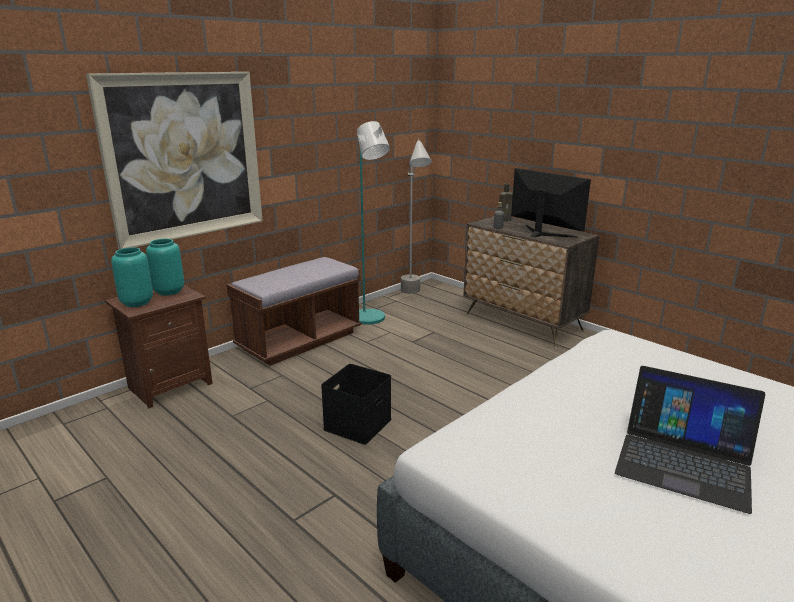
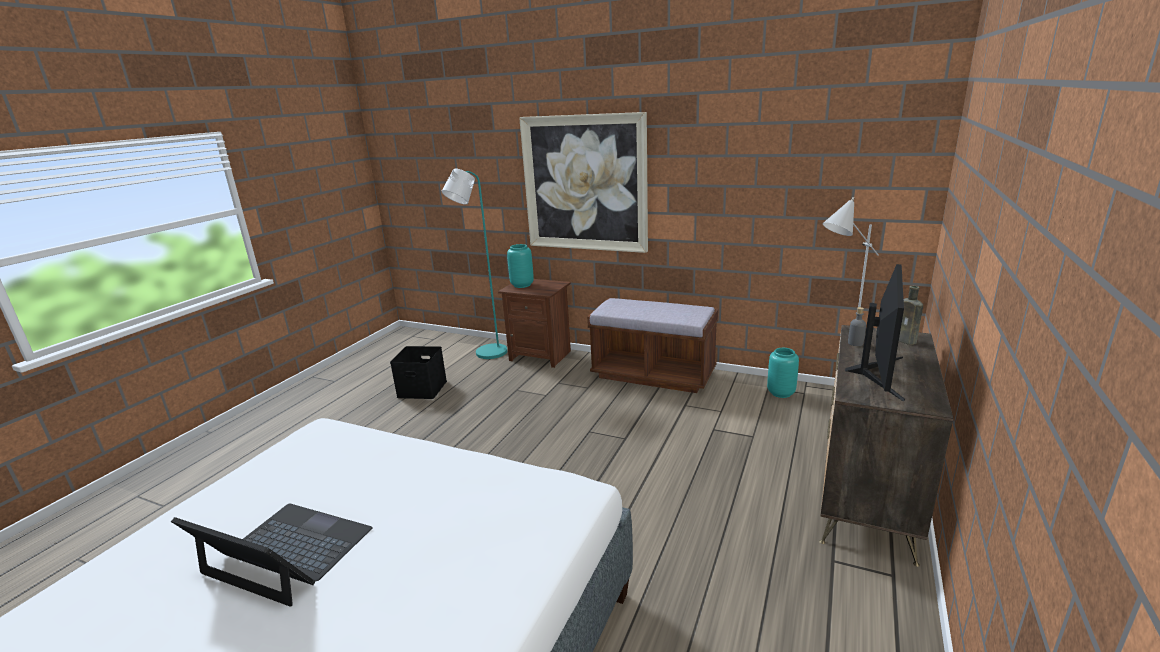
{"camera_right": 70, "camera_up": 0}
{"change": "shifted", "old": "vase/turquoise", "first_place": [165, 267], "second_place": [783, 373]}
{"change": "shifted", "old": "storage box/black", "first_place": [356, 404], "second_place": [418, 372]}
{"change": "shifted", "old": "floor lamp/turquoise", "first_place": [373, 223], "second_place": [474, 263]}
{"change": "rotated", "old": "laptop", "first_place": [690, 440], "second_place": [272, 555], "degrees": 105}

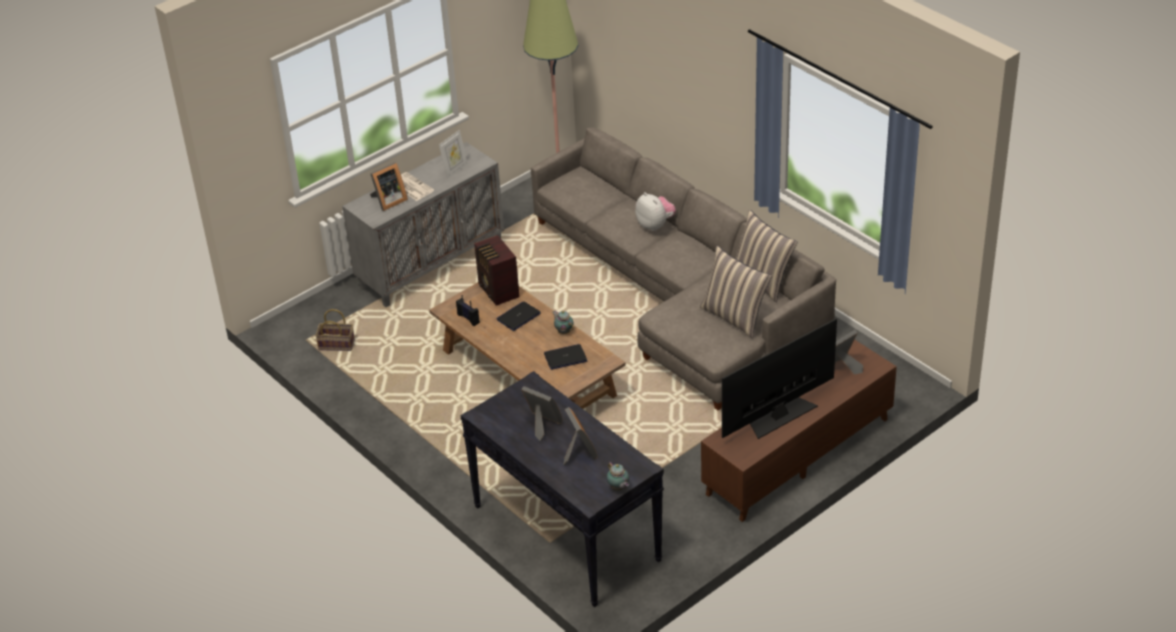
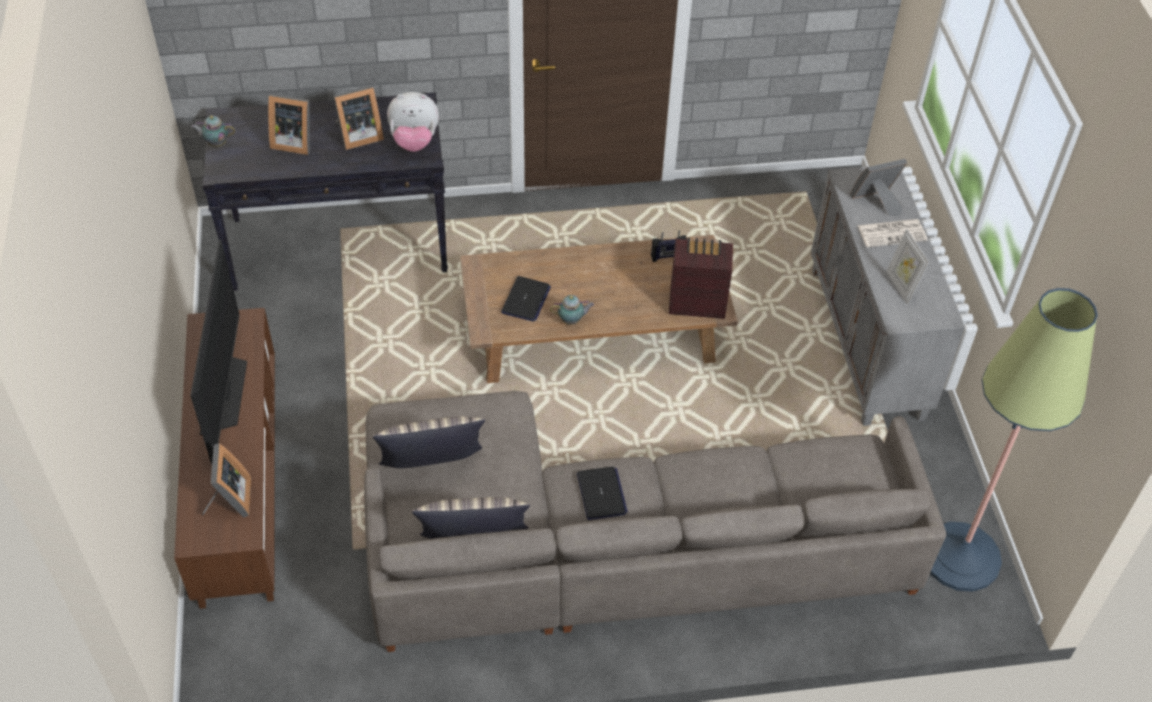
{"camera_right": 120, "camera_up": 10}
{"change": "gone", "old": "basket", "first_place": [335, 330]}
{"change": "shifted", "old": "laptop", "first_place": [518, 316], "second_place": [602, 493]}
{"change": "shifted", "old": "plush toy", "first_place": [655, 211], "second_place": [413, 122]}
{"change": "rotated", "old": "picture frame", "first_place": [389, 186], "second_place": [878, 187], "degrees": 75}

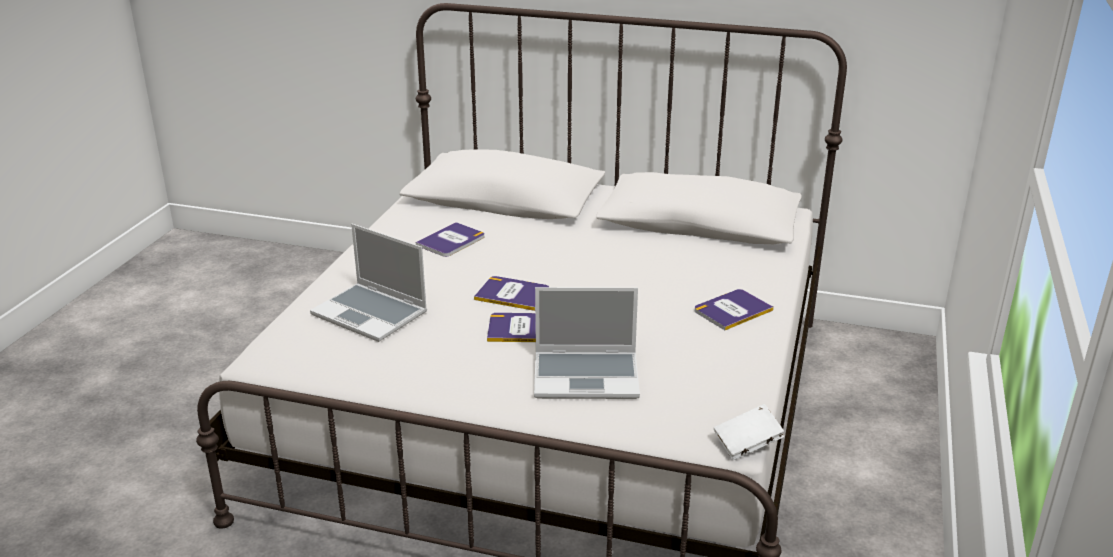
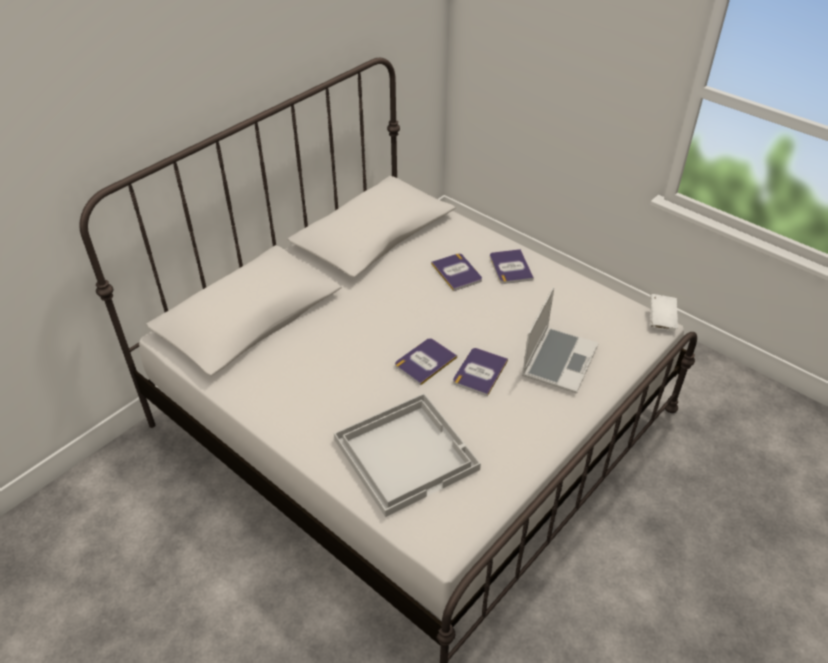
{"camera_right": -65, "camera_up": 15}
{"change": "shifted", "old": "book", "first_place": [450, 239], "second_place": [456, 272]}
{"change": "swapped", "old": "laptop", "new": "tray/white", "first_place": [368, 283], "second_place": [407, 455]}

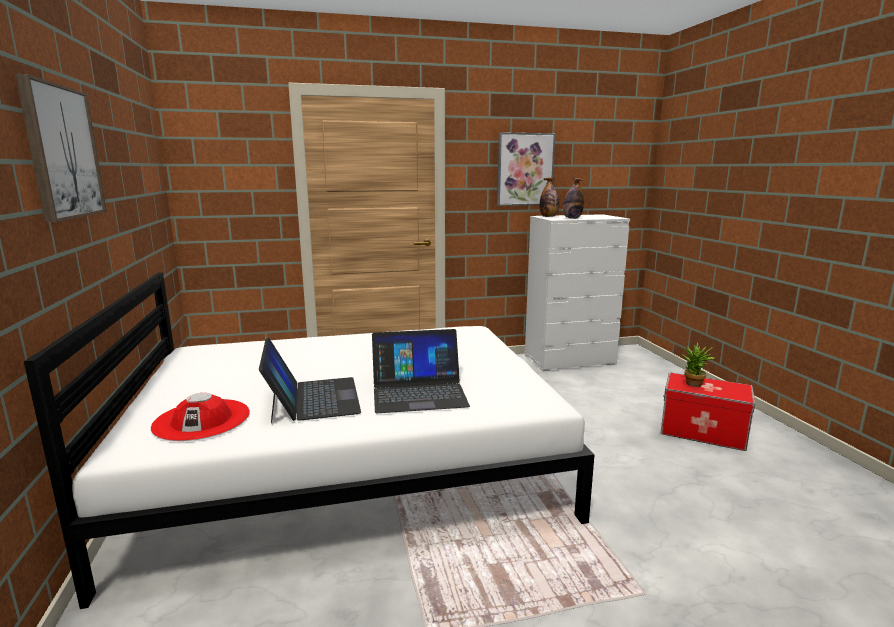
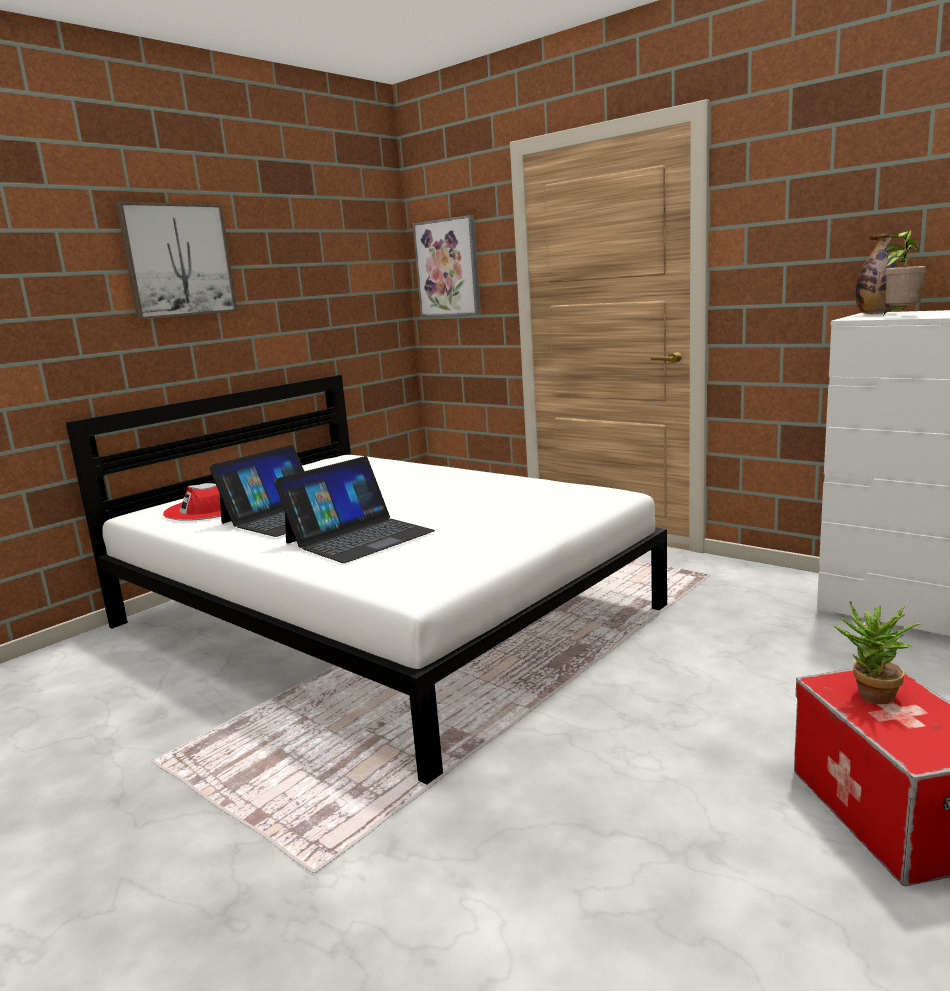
{"camera_right": 55, "camera_up": 0}
{"change": "shifted", "old": "picture", "first_place": [526, 169], "second_place": [446, 266]}
{"change": "swapped", "old": "bottle", "new": "potted plant", "first_place": [573, 198], "second_place": [905, 272]}
{"change": "rotated", "old": "laptop", "first_place": [421, 371], "second_place": [354, 509], "degrees": -90}

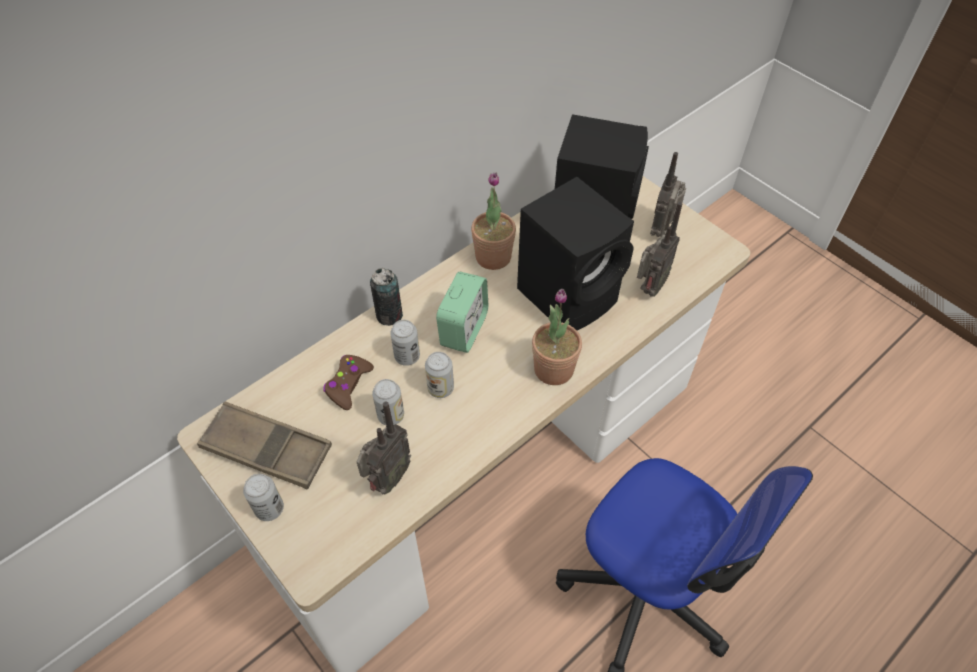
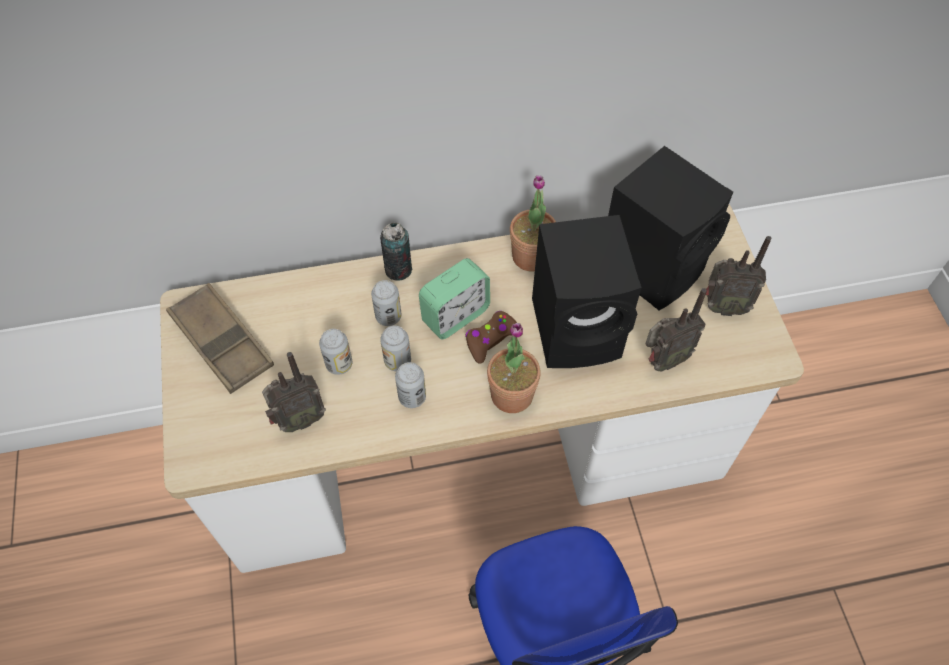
{"camera_right": 30, "camera_up": 5}
{"change": "shifted", "old": "can", "first_place": [263, 497], "second_place": [410, 385]}
{"change": "shifted", "old": "game controller/brown", "first_place": [348, 382], "second_place": [491, 337]}
{"change": "rotated", "old": "radio", "first_place": [668, 194], "second_place": [738, 276], "degrees": -135}

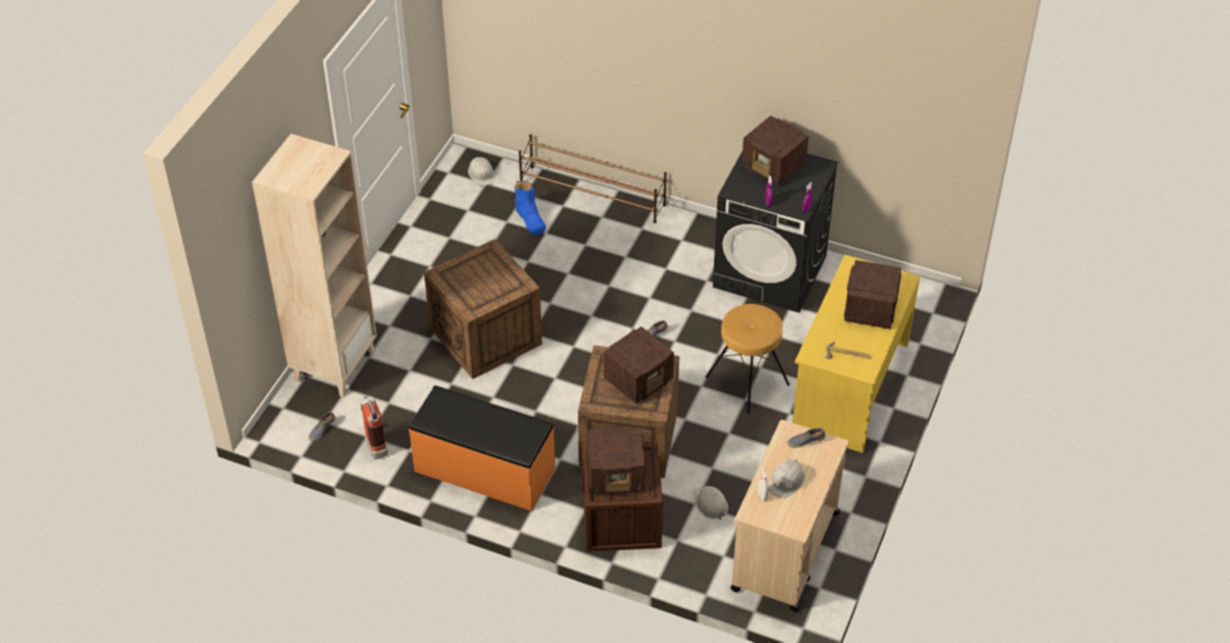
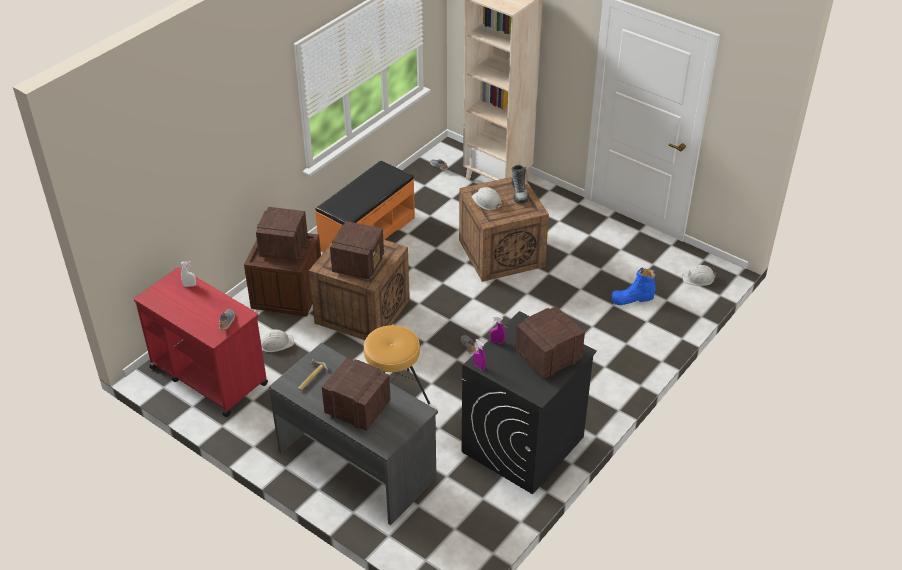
{"camera_right": 105, "camera_up": -5}
{"change": "gone", "old": "fire extinguisher", "first_place": [374, 427]}
{"change": "gone", "old": "shoe rack/brown", "first_place": [593, 178]}
{"change": "new", "new": "boot", "second_place": [520, 184]}
{"change": "shifted", "old": "hard hat/white", "first_place": [786, 478], "second_place": [487, 198]}
{"change": "repainted", "old": "cart/beige", "new": "cart/red", "first_place": [790, 516], "second_place": [201, 342]}
{"change": "repainted", "old": "desk/yellow", "new": "desk/grey", "first_place": [856, 354], "second_place": [353, 434]}
{"change": "rotated", "old": "radio", "first_place": [639, 365], "second_place": [357, 250], "degrees": -135}

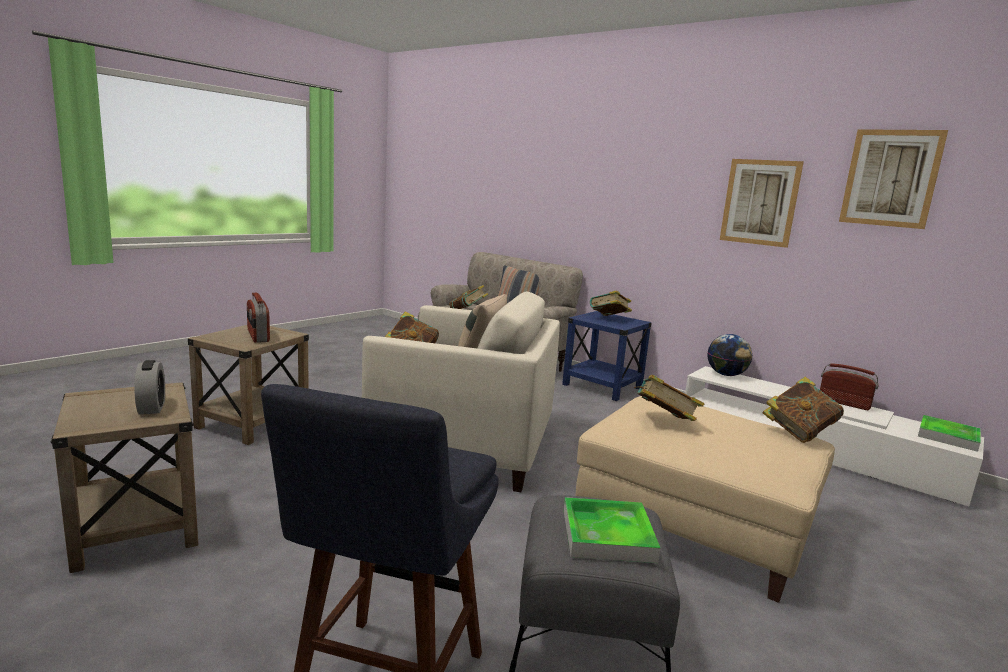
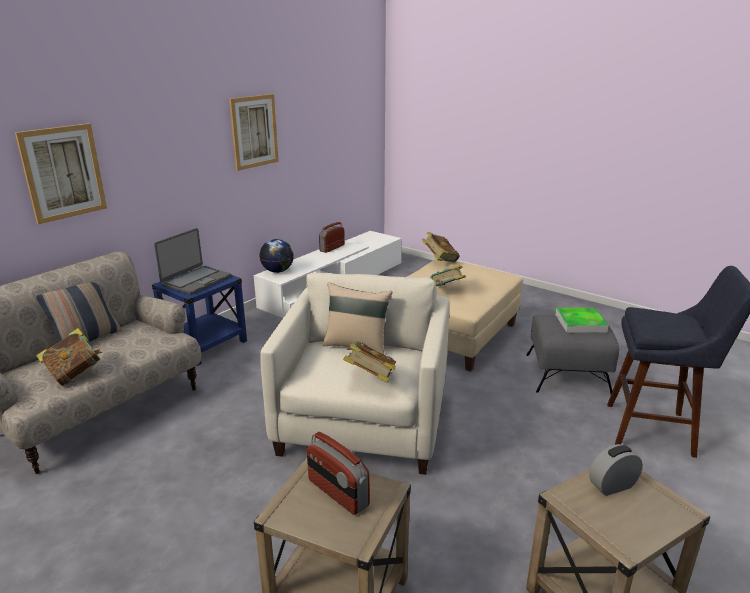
{"camera_right": -90, "camera_up": 10}
{"change": "gone", "old": "tray", "first_place": [949, 433]}
{"change": "shifted", "old": "picture", "first_place": [893, 179], "second_place": [61, 173]}
{"change": "swapped", "old": "book", "new": "laptop", "first_place": [611, 303], "second_place": [192, 261]}
{"change": "rotated", "old": "radio", "first_place": [258, 318], "second_place": [338, 473], "degrees": 75}

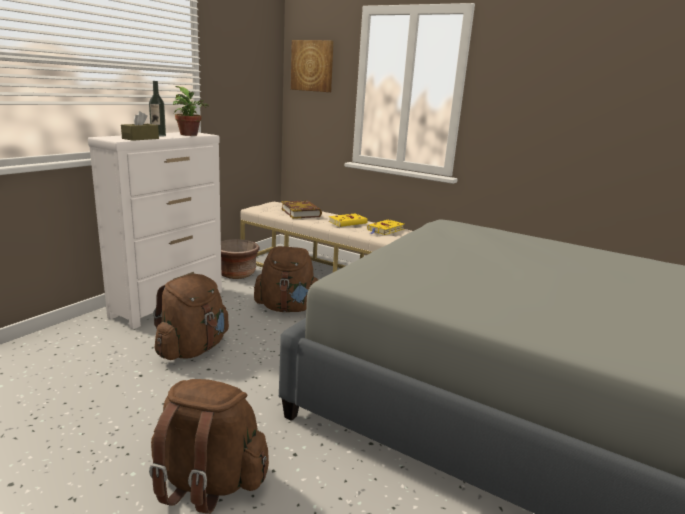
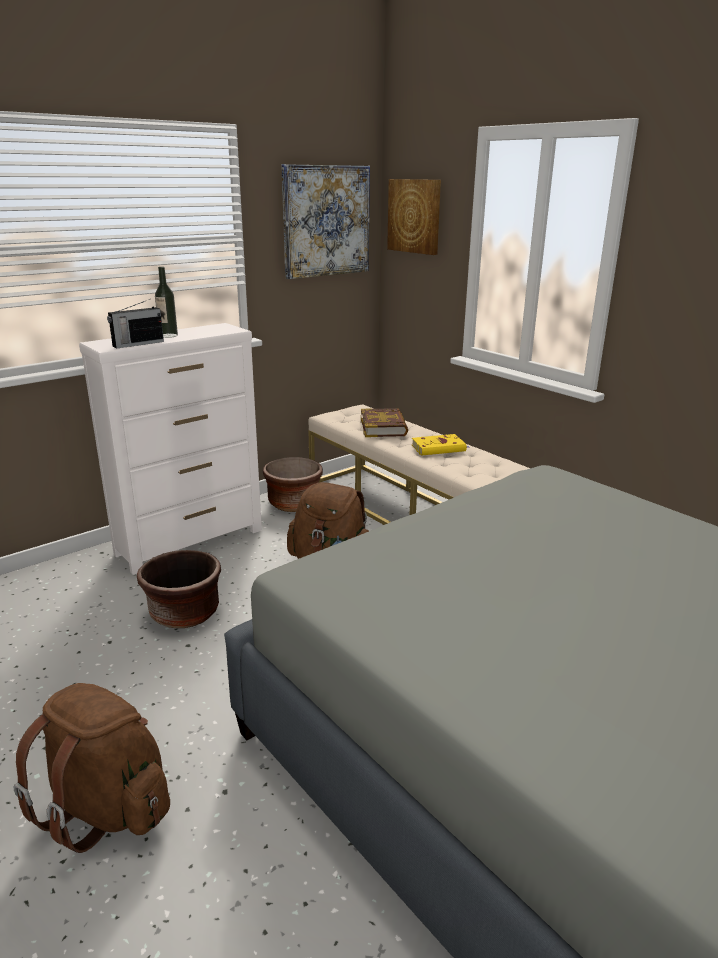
{"camera_right": 20, "camera_up": 5}
{"change": "gone", "old": "potted plant", "first_place": [191, 111]}
{"change": "gone", "old": "book/yellow", "first_place": [385, 227]}
{"change": "new", "new": "picture", "second_place": [325, 221]}
{"change": "swapped", "old": "tissue box/brown", "new": "radio", "first_place": [140, 126], "second_place": [135, 324]}
{"change": "swapped", "old": "backpack/brown", "new": "planter/brown", "first_place": [191, 317], "second_place": [179, 589]}

